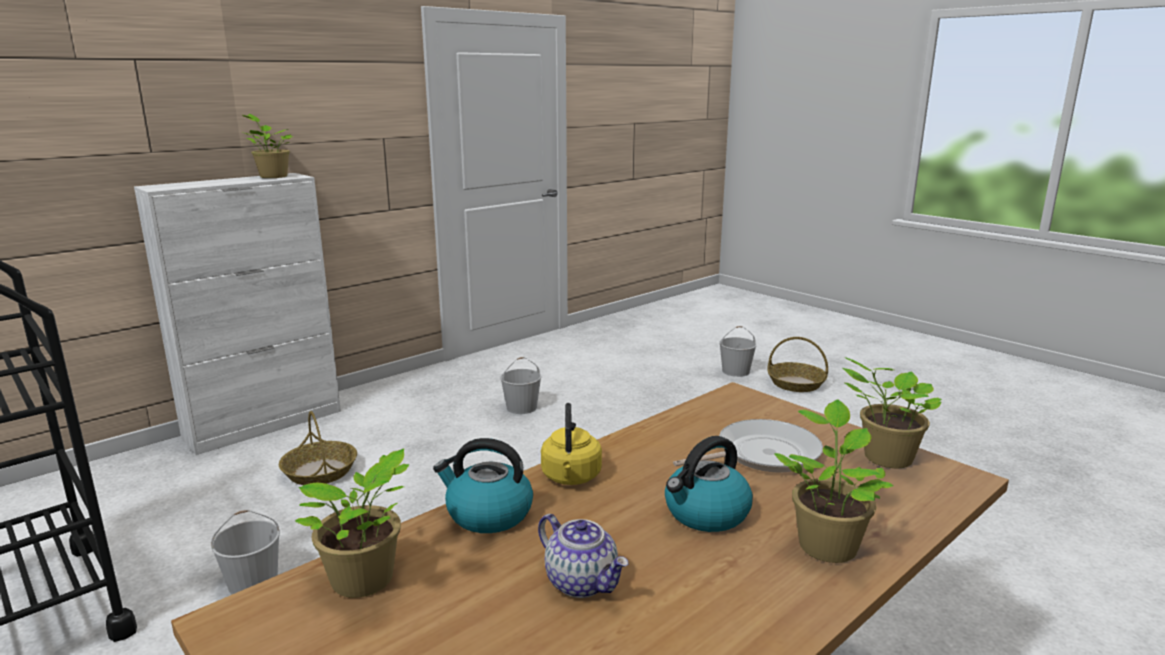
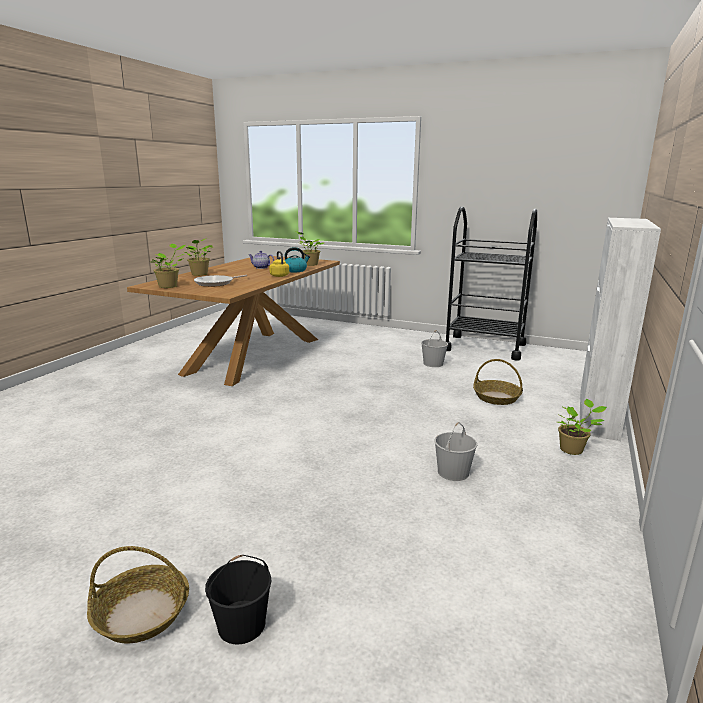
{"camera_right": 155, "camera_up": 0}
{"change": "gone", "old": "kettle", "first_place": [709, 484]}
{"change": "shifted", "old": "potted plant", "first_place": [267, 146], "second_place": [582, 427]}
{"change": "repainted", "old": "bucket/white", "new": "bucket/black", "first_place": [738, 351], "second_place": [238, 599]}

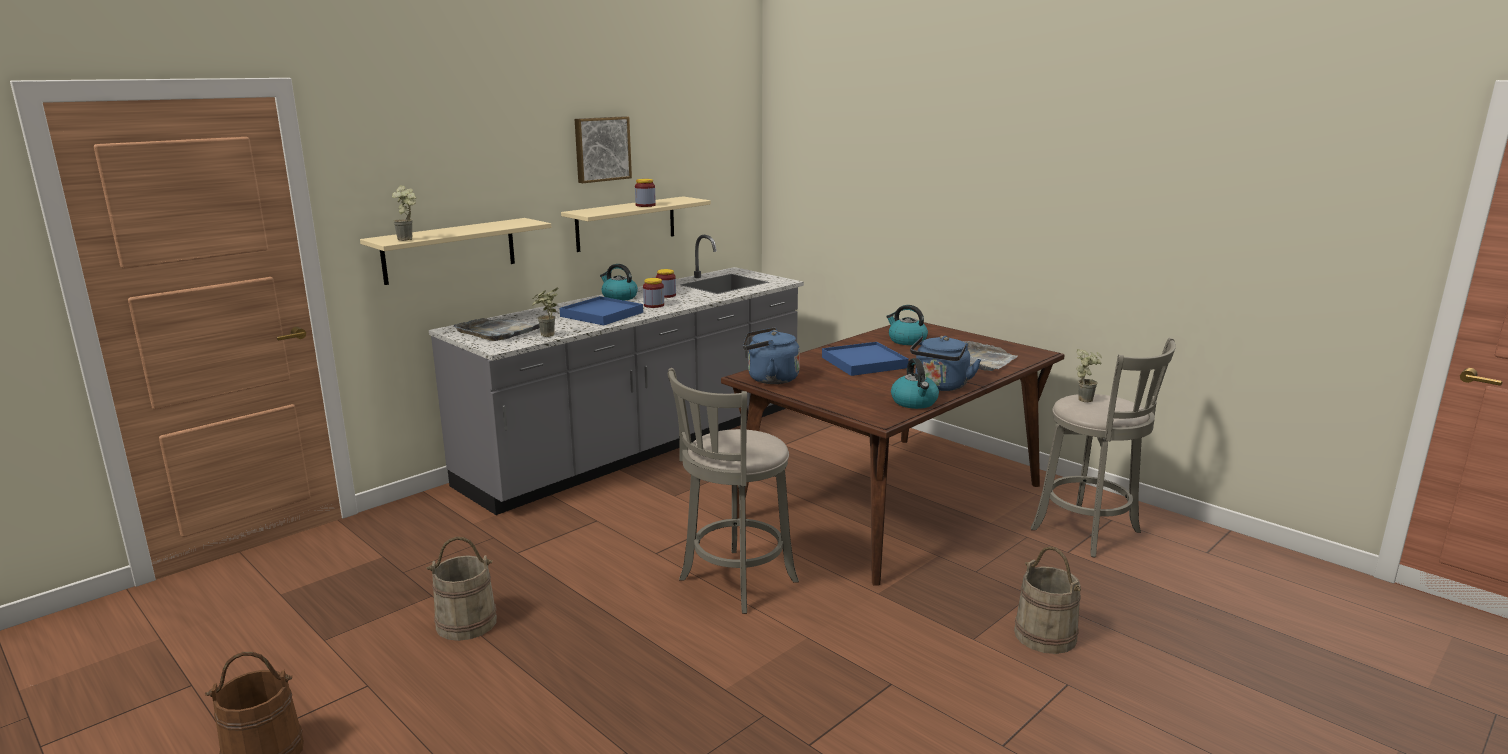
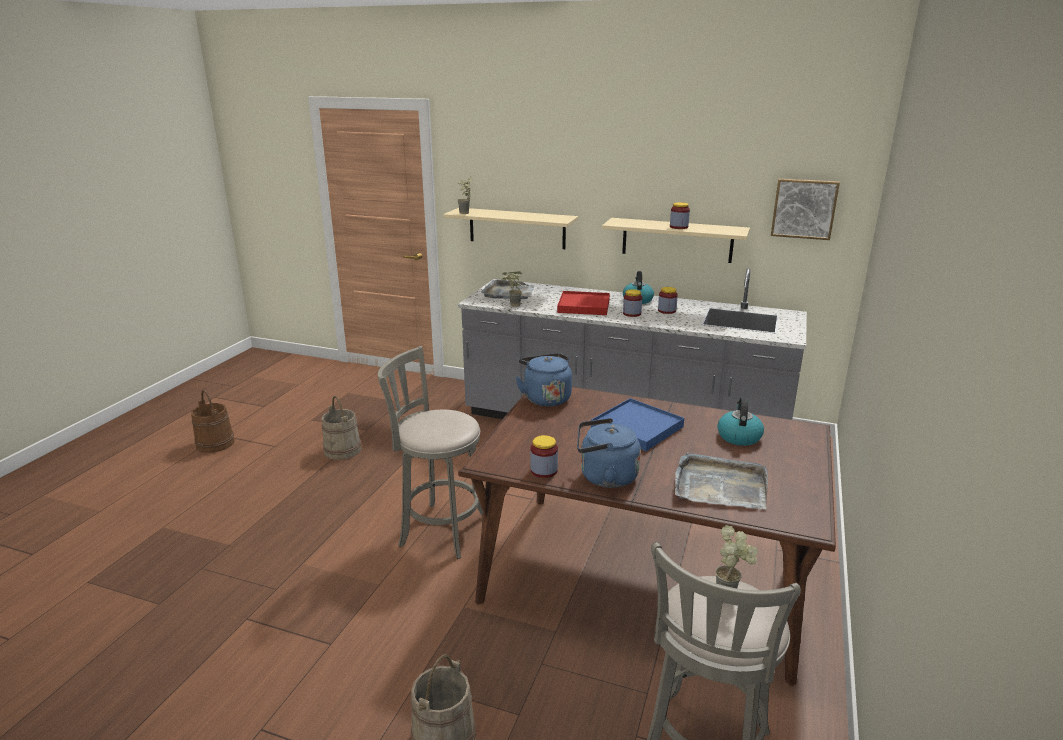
{"camera_right": 65, "camera_up": 5}
{"change": "shifted", "old": "picture", "first_place": [603, 149], "second_place": [805, 209]}
{"change": "swapped", "old": "kettle", "new": "jar", "first_place": [915, 383], "second_place": [544, 456]}
{"change": "repainted", "old": "tray/blue", "new": "tray/red", "first_place": [601, 310], "second_place": [583, 303]}

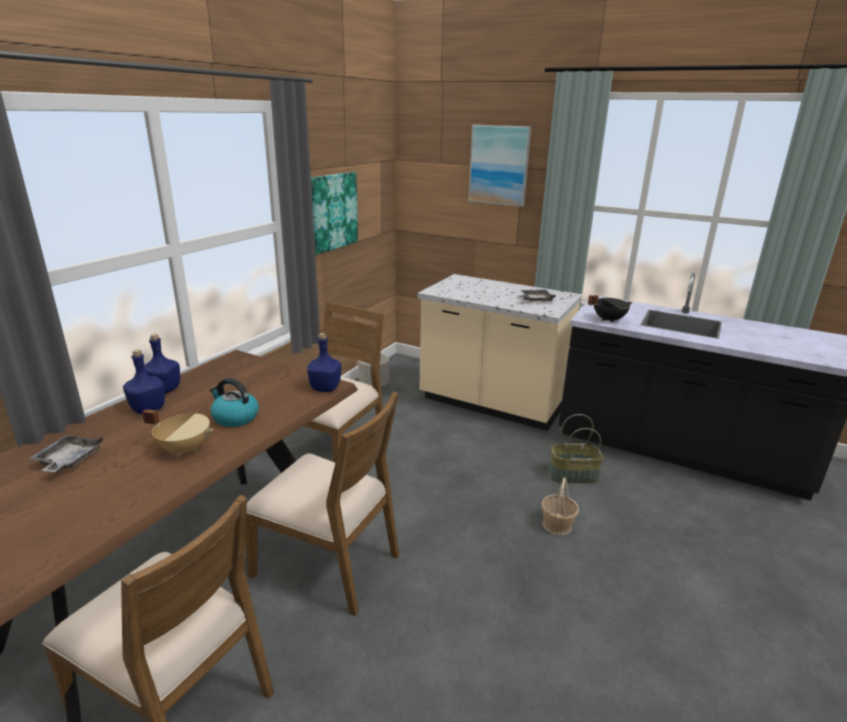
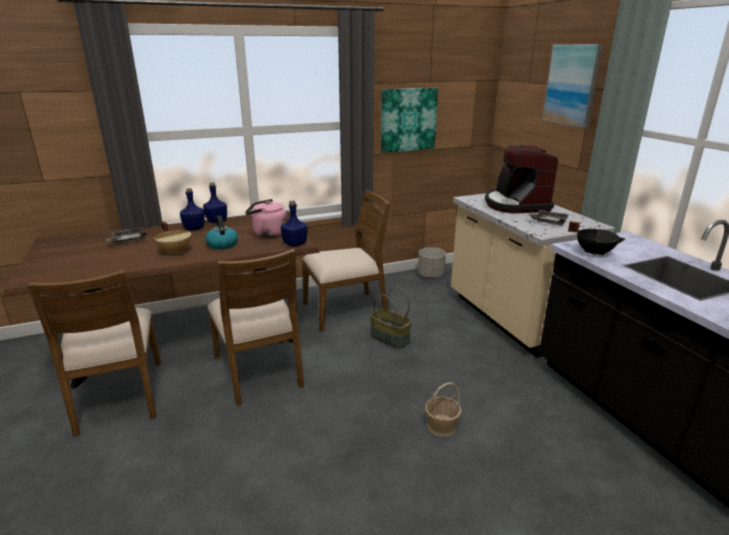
{"camera_right": 40, "camera_up": 0}
{"change": "new", "new": "kettle/pink", "second_place": [266, 218]}
{"change": "new", "new": "coffee machine", "second_place": [521, 179]}
{"change": "shifted", "old": "basket", "first_place": [576, 448], "second_place": [391, 318]}

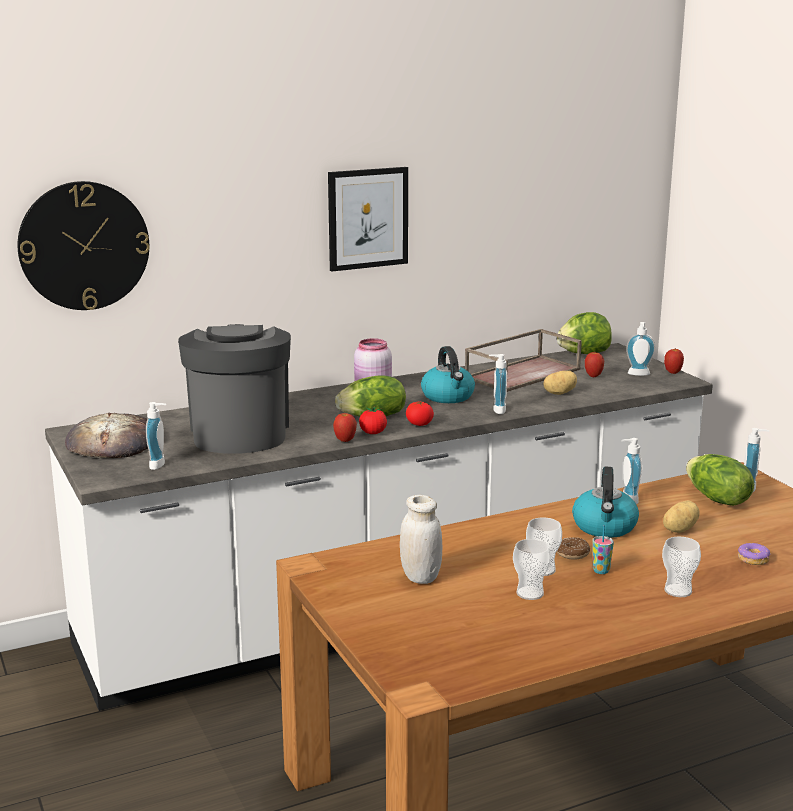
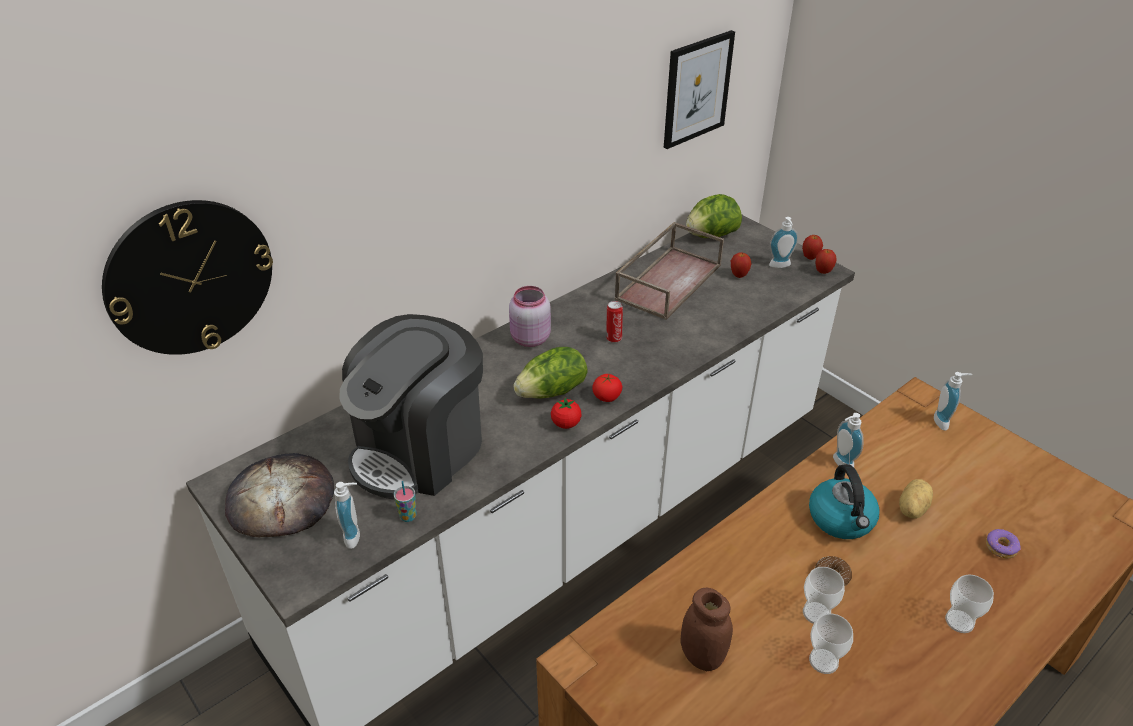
{"camera_right": -15, "camera_up": 20}
{"change": "gone", "old": "soap dispenser", "first_place": [498, 384]}
{"change": "gone", "old": "potato", "first_place": [560, 383]}
{"change": "gone", "old": "lettuce", "first_place": [720, 480]}
{"change": "shifted", "old": "picture", "first_place": [368, 219], "second_place": [699, 89]}
{"change": "shifted", "old": "apple", "first_place": [345, 427], "second_place": [826, 261]}
{"change": "shifted", "old": "cup", "first_place": [603, 549], "second_place": [405, 501]}
{"change": "swapped", "old": "kettle", "new": "can", "first_place": [448, 374], "second_place": [614, 322]}
{"change": "repainted", "old": "jar/white", "new": "jar/brown", "first_place": [421, 539], "second_place": [706, 629]}
{"change": "rotated", "old": "coffee machine", "first_place": [234, 389], "second_place": [411, 407], "degrees": -120}

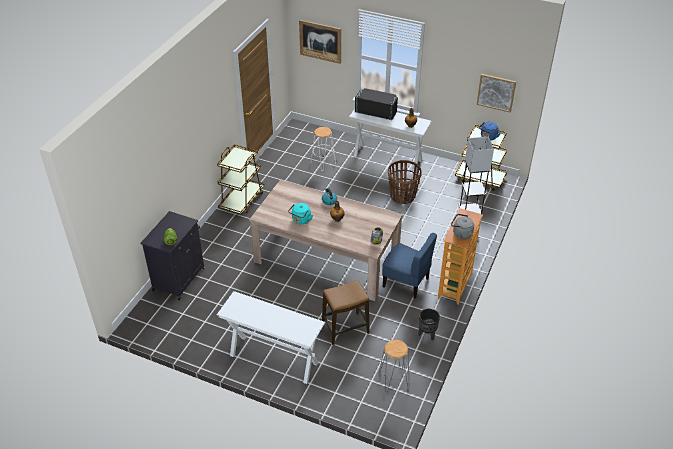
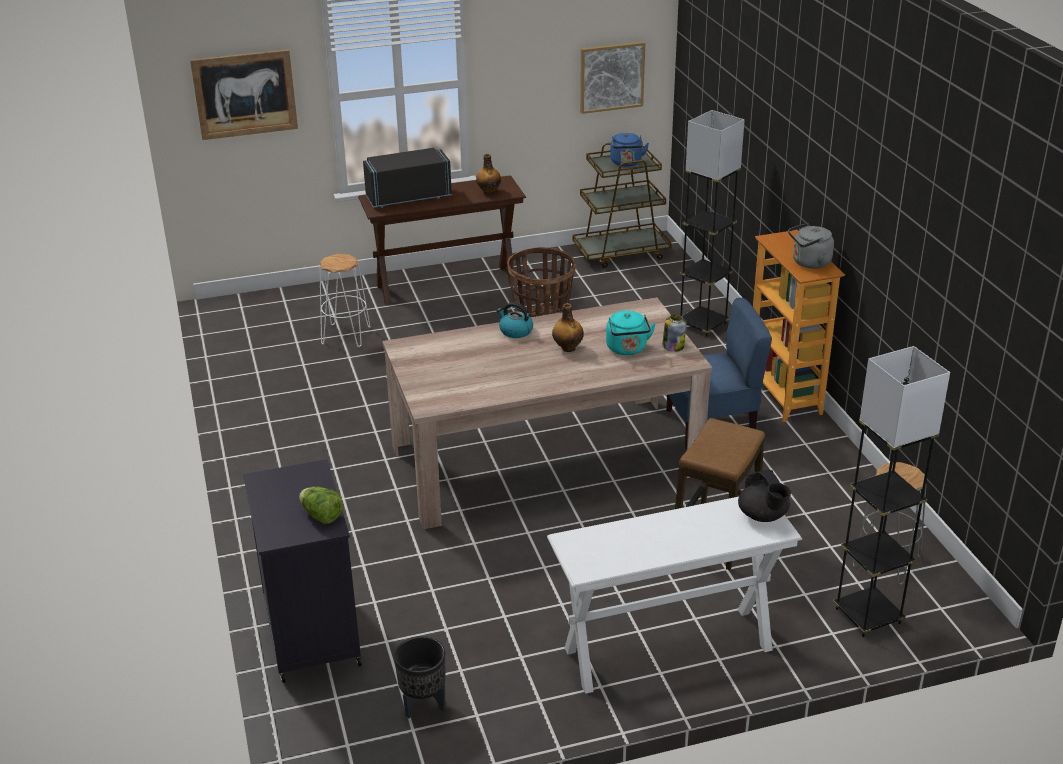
{"camera_right": -40, "camera_up": -10}
{"change": "gone", "old": "cart/brown", "first_place": [240, 179]}
{"change": "new", "new": "teapot/black", "second_place": [764, 496]}
{"change": "new", "new": "floor lamp/grey", "second_place": [891, 491]}
{"change": "shifted", "old": "kettle/turquoise", "first_place": [300, 213], "second_place": [631, 333]}
{"change": "shifted", "old": "planter/black", "first_place": [429, 324], "second_place": [420, 677]}
{"change": "repainted", "old": "console table/white", "new": "console table/brown", "first_place": [390, 140], "second_place": [442, 240]}

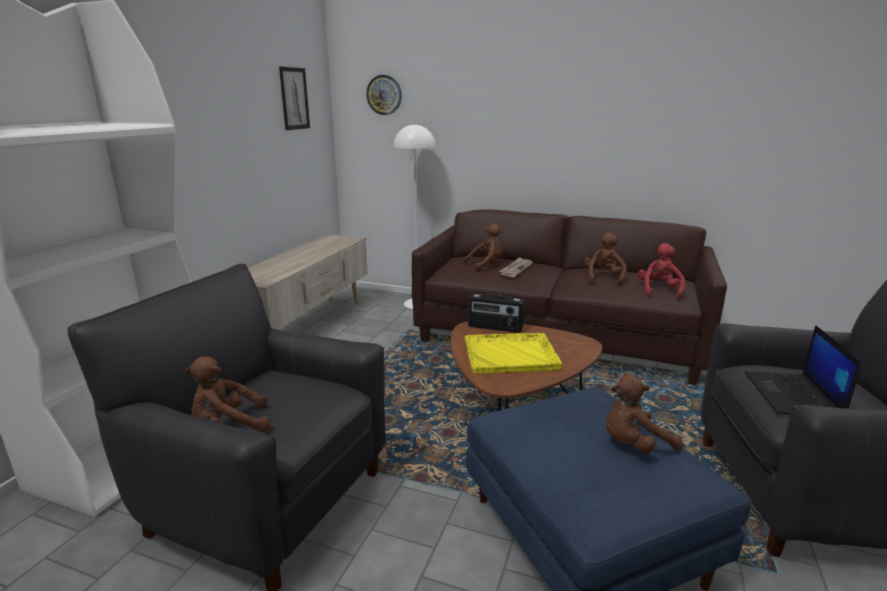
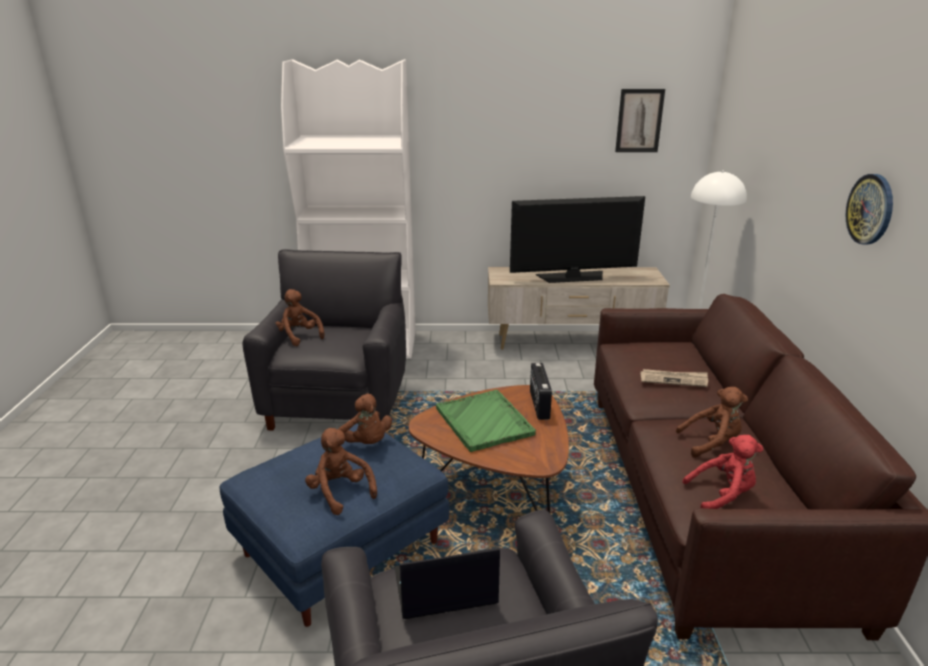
{"camera_right": 70, "camera_up": 5}
{"change": "new", "new": "television", "second_place": [577, 239]}
{"change": "shifted", "old": "wall clock", "first_place": [384, 95], "second_place": [869, 209]}
{"change": "shifted", "old": "plush toy/brown", "first_place": [483, 247], "second_place": [365, 419]}
{"change": "repainted", "old": "tray/yellow", "new": "tray/green", "first_place": [513, 353], "second_place": [486, 421]}

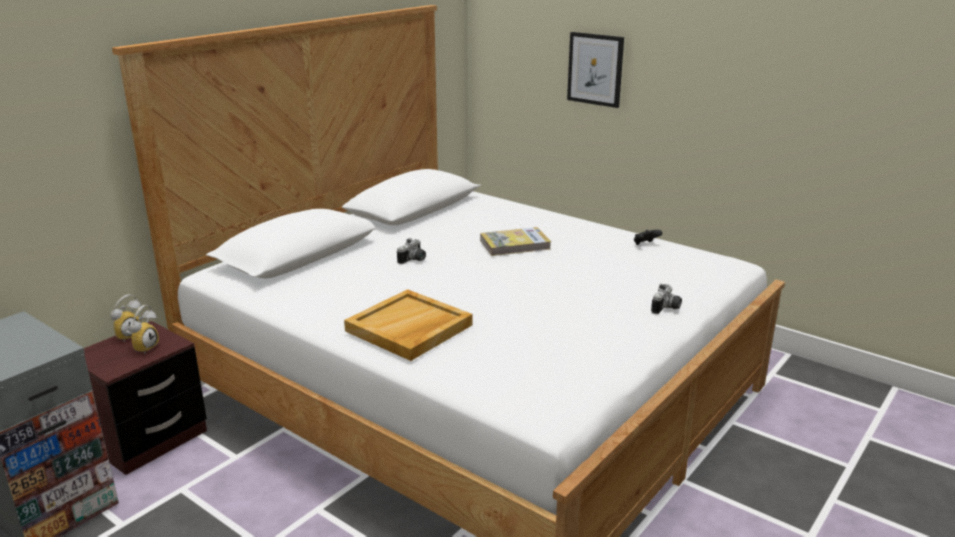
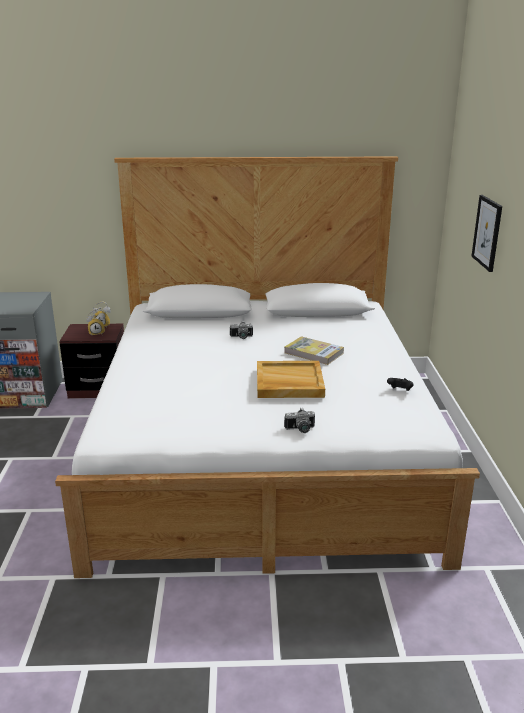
{"camera_right": 50, "camera_up": 0}
{"change": "shifted", "old": "tray/beige", "first_place": [408, 325], "second_place": [291, 379]}

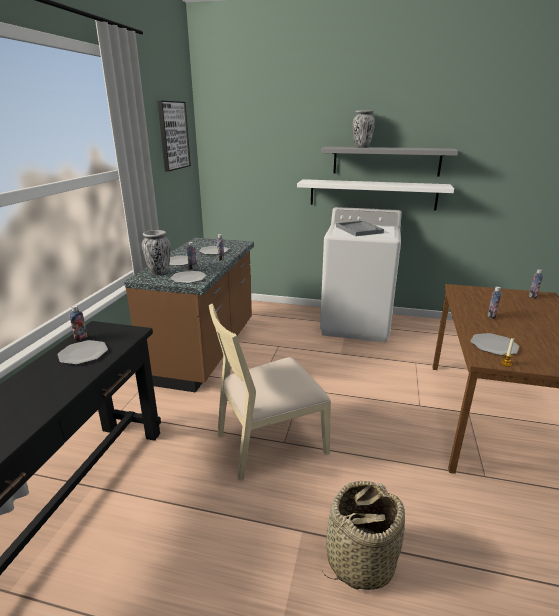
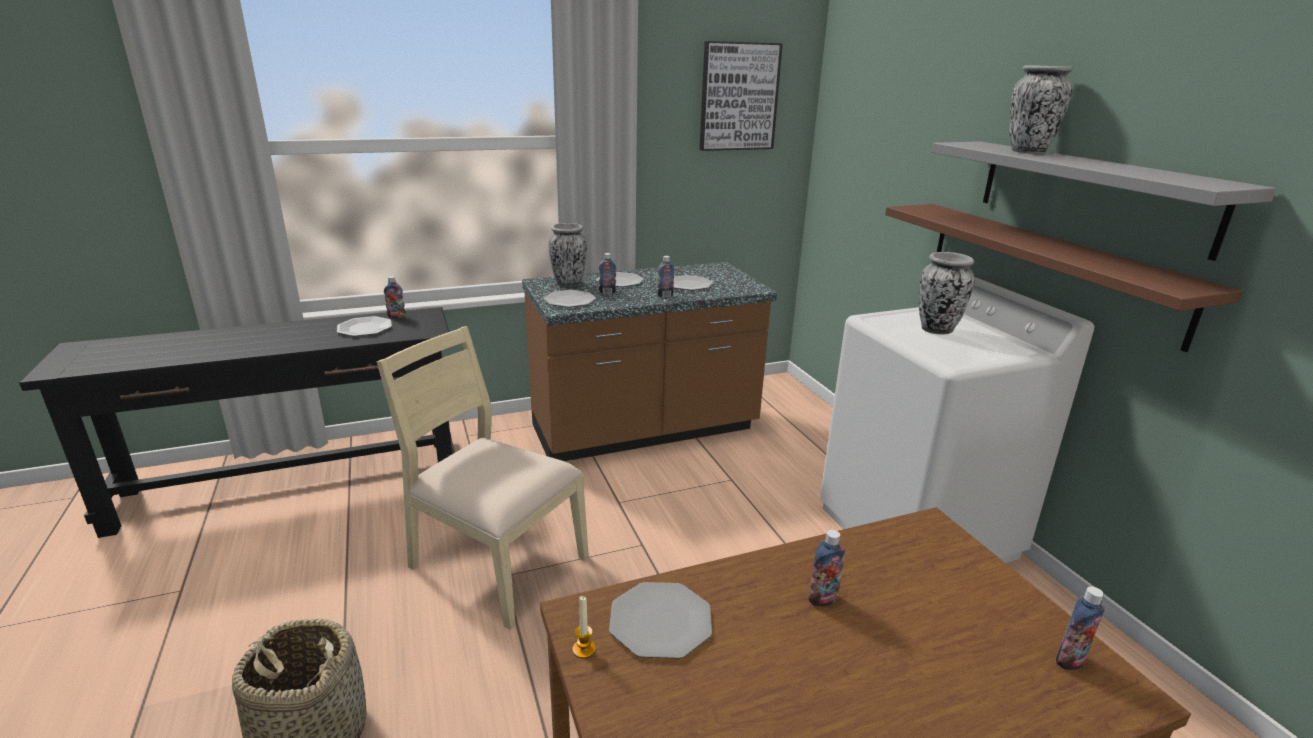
{"camera_right": 55, "camera_up": 0}
{"change": "swapped", "old": "tray/grey", "new": "vase", "first_place": [360, 228], "second_place": [947, 293]}
{"change": "repainted", "old": "shelf/white", "new": "shelf/brown", "first_place": [375, 194], "second_place": [1064, 278]}

